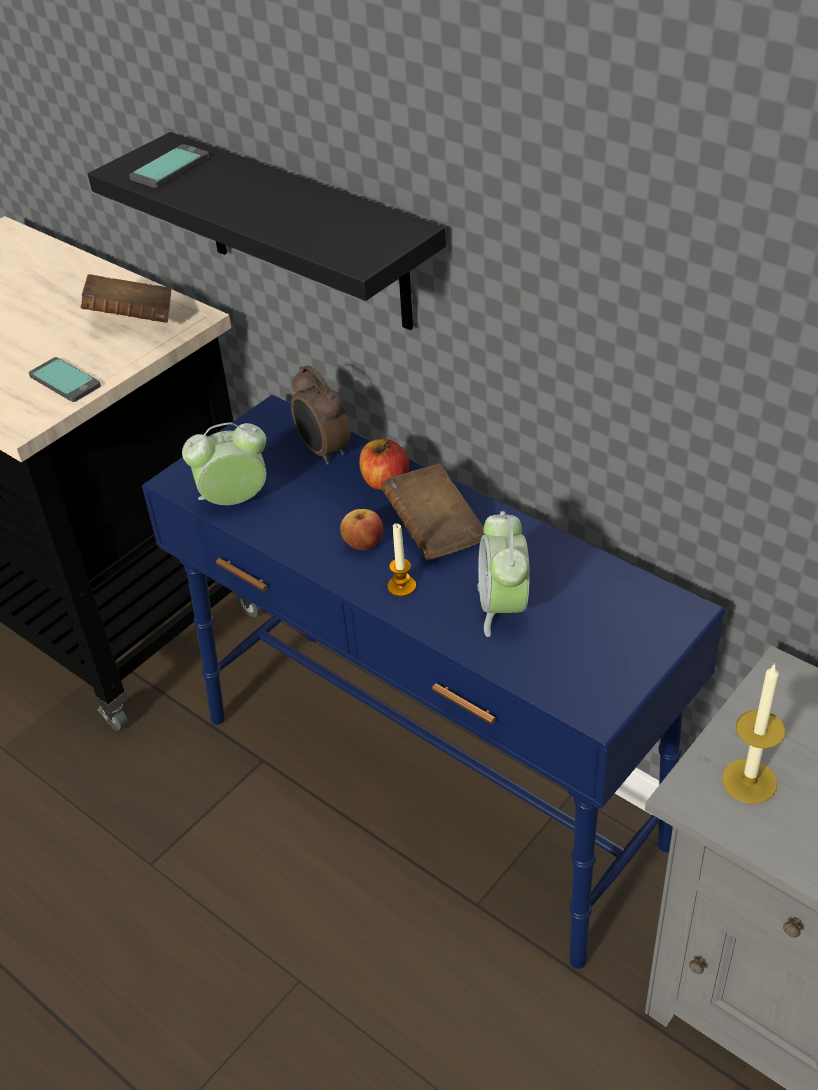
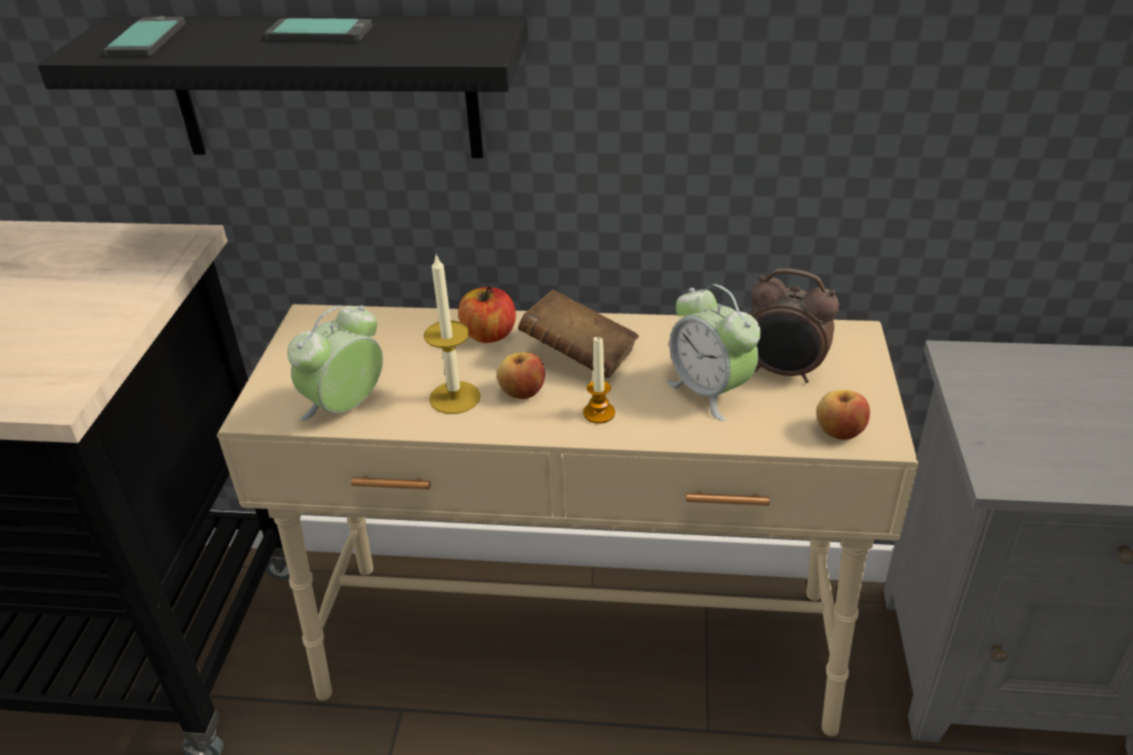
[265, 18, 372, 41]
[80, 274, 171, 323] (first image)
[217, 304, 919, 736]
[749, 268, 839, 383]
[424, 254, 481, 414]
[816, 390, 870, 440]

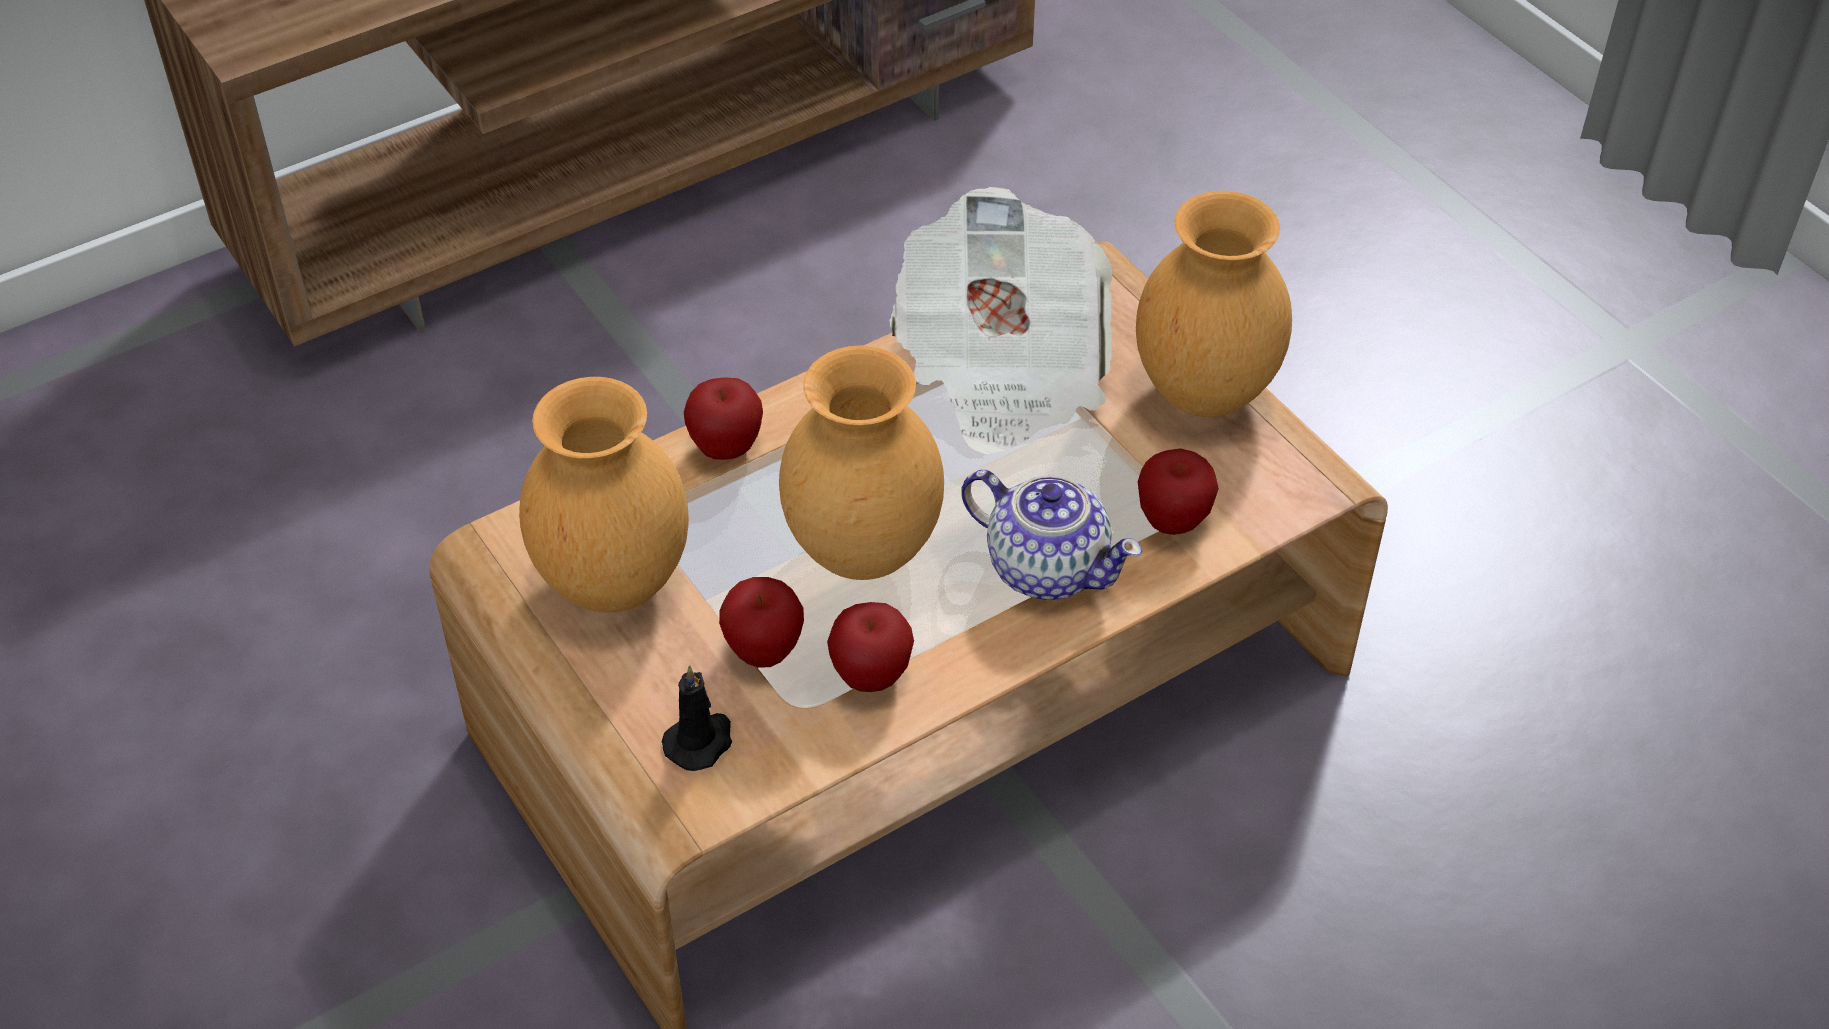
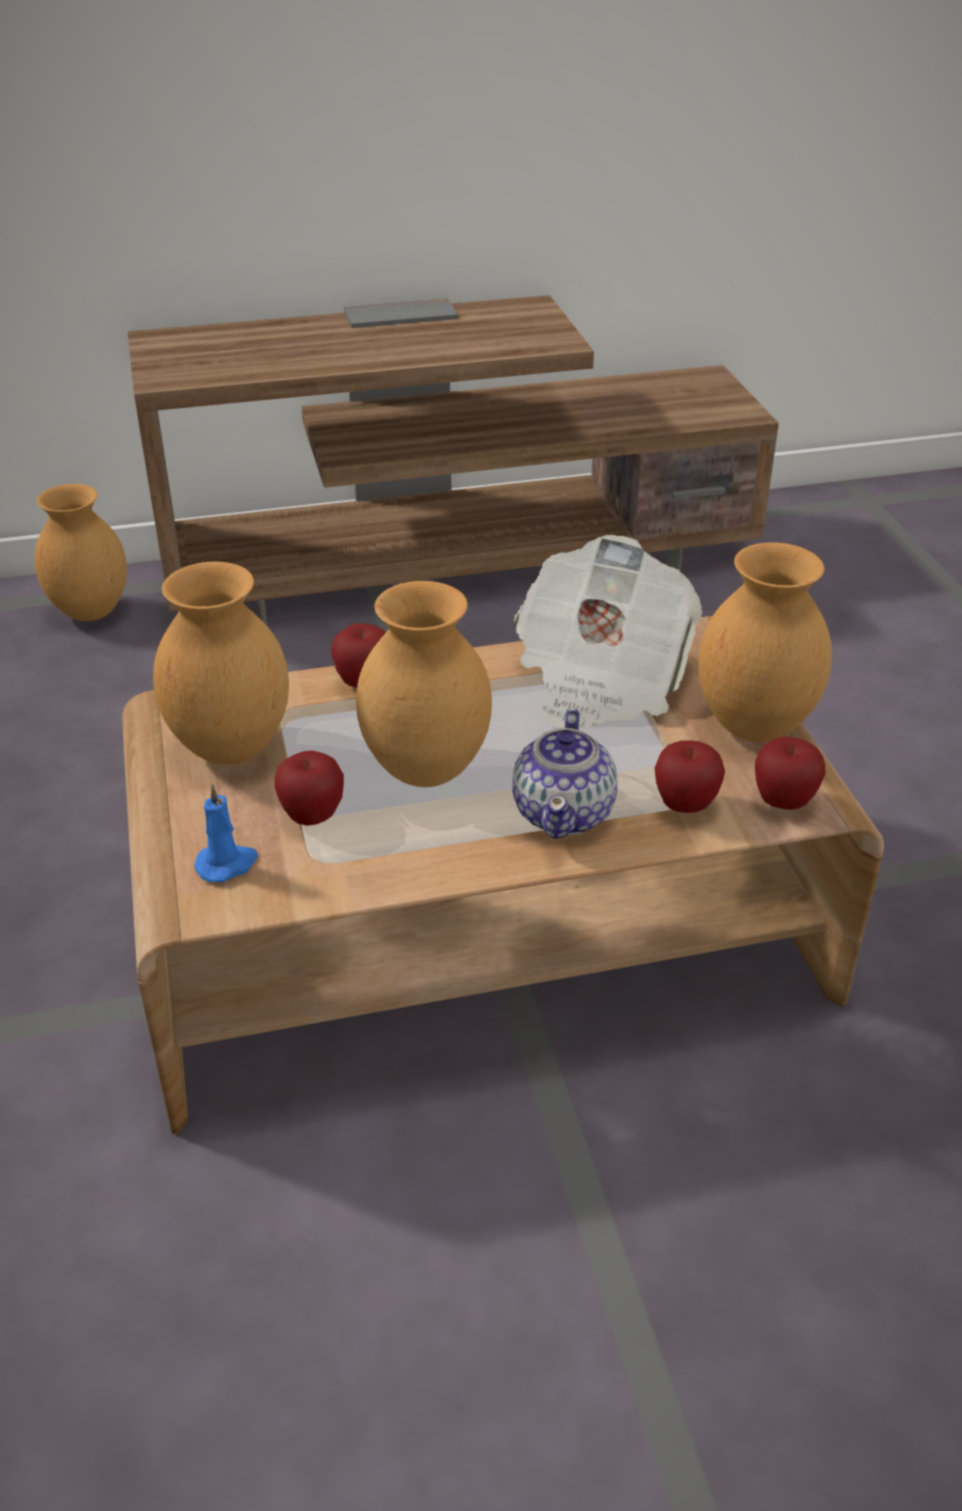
[194, 784, 258, 882]
[755, 737, 825, 810]
[513, 709, 618, 839]
[35, 484, 127, 621]

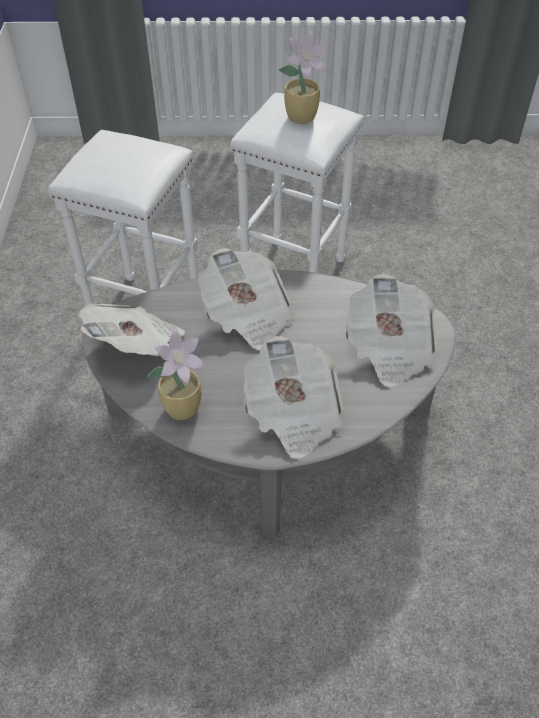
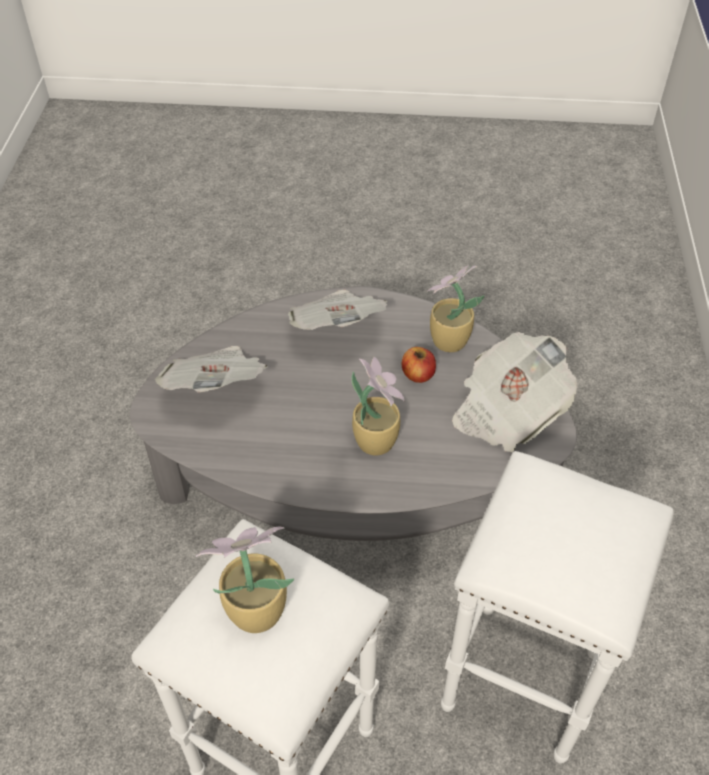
[351, 356, 405, 455]
[401, 347, 436, 383]

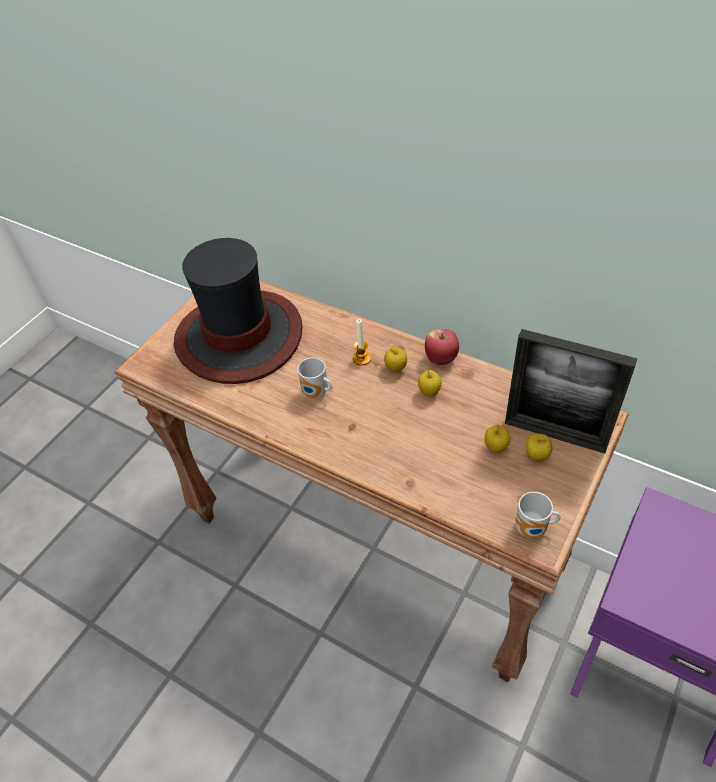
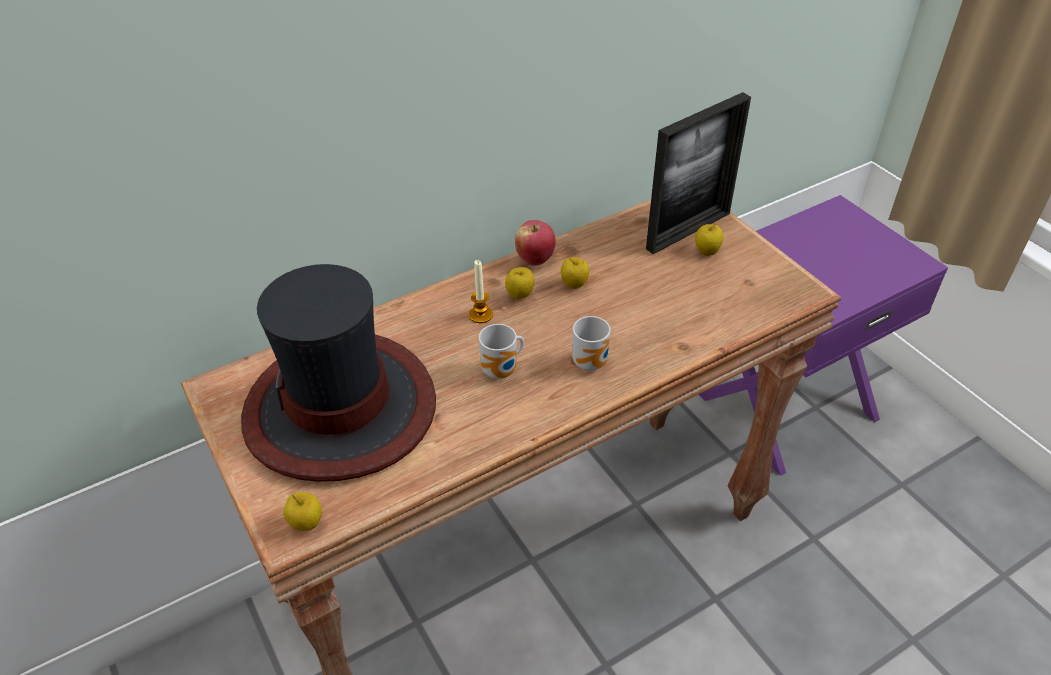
[283, 492, 322, 531]
[572, 316, 610, 371]

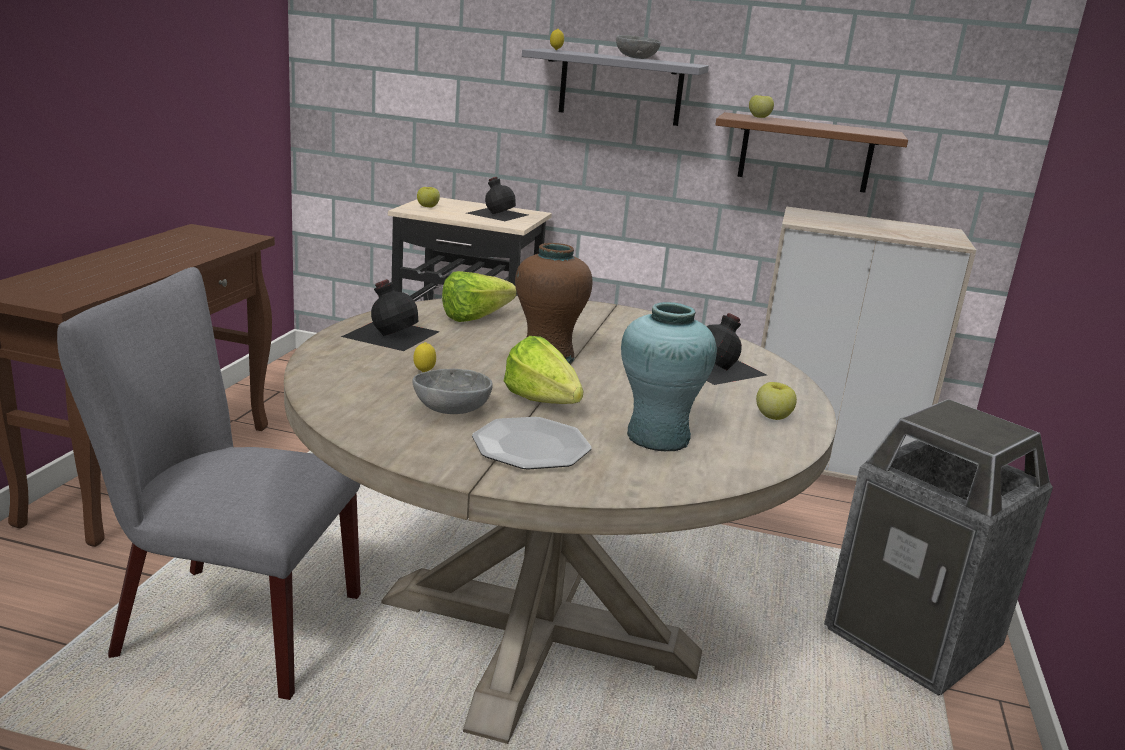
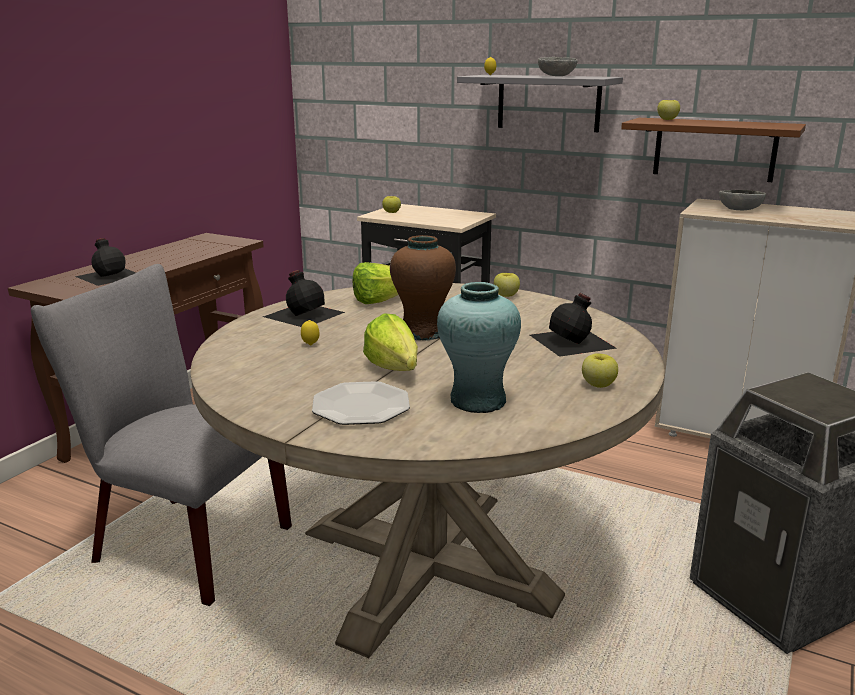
[719, 190, 766, 210]
[75, 238, 136, 286]
[494, 273, 520, 297]

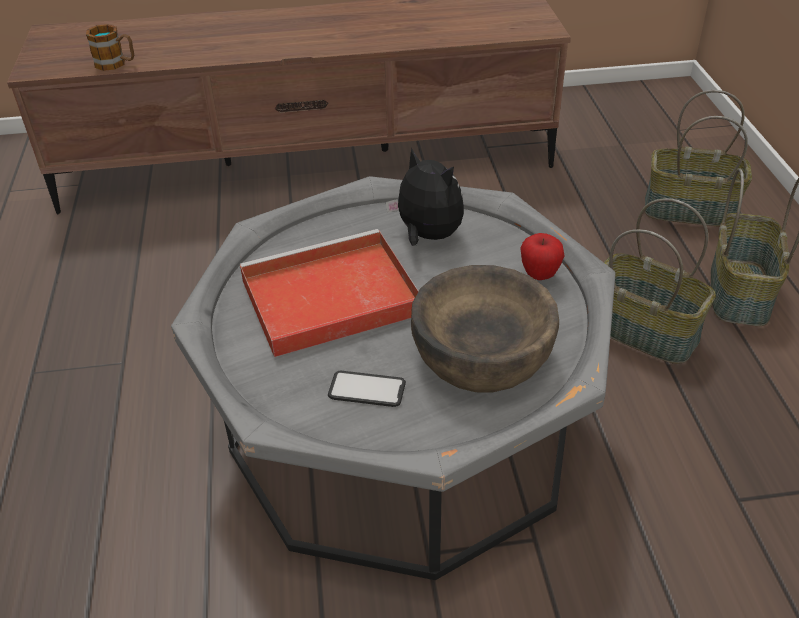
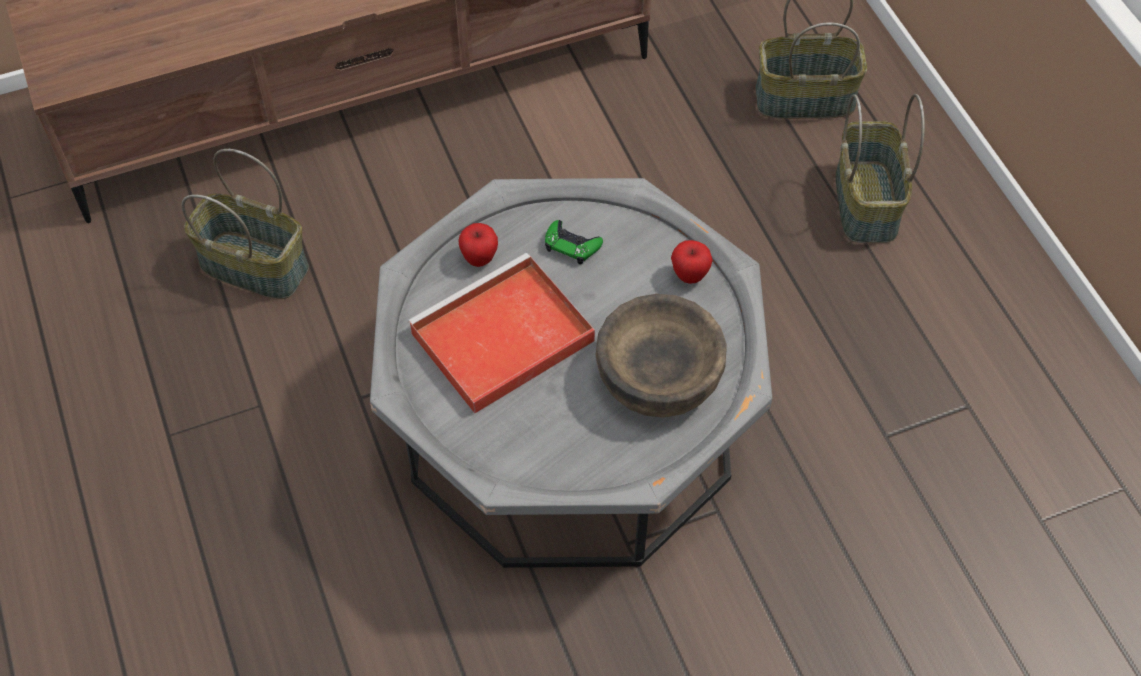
[86, 24, 134, 71] (first image)
[328, 371, 406, 407] (first image)
[545, 220, 603, 265]
[182, 149, 309, 299]
[458, 223, 498, 267]

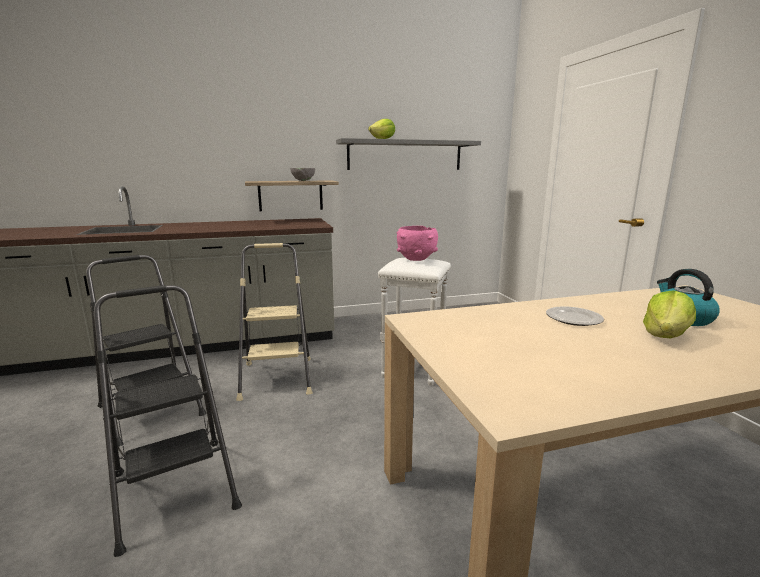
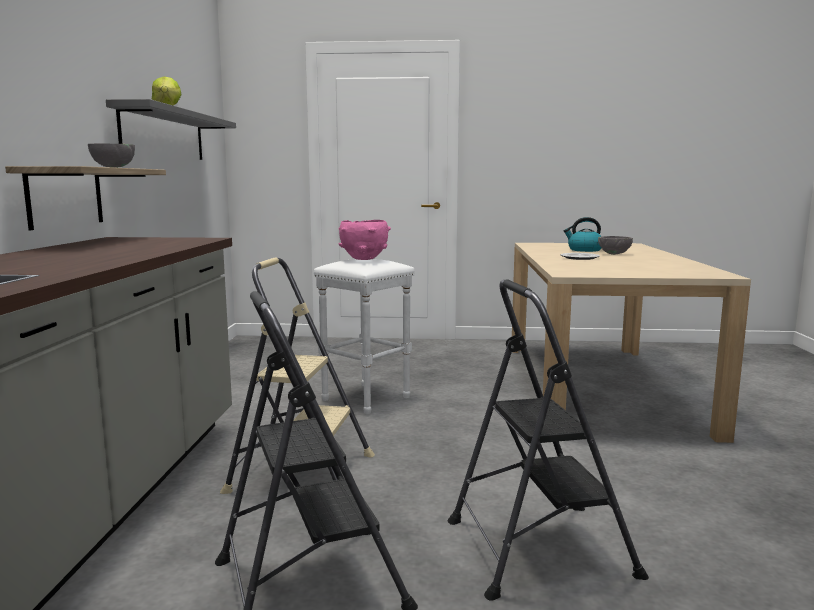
[598, 236, 633, 255]

